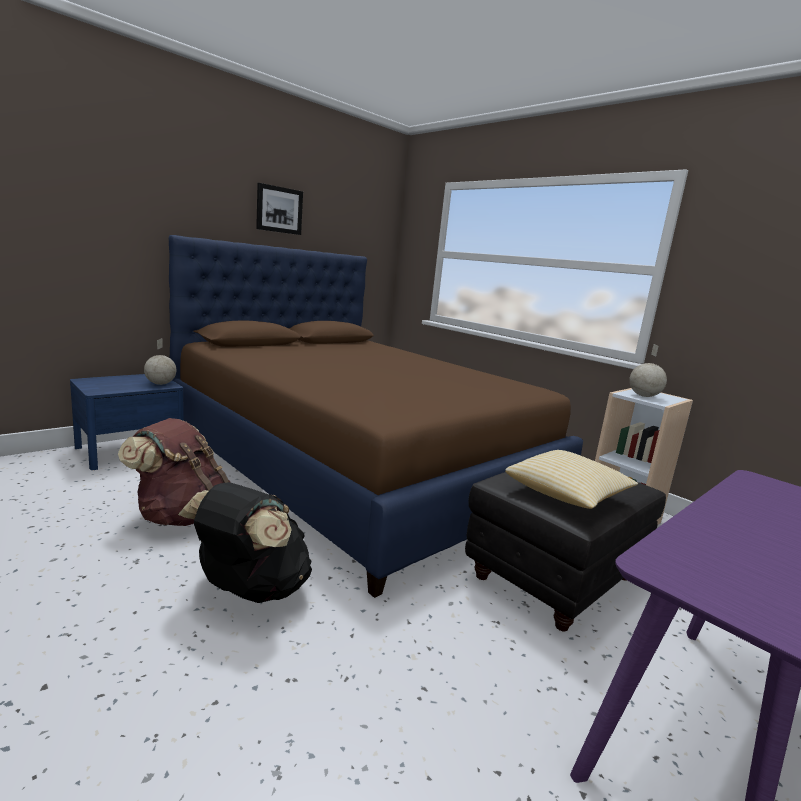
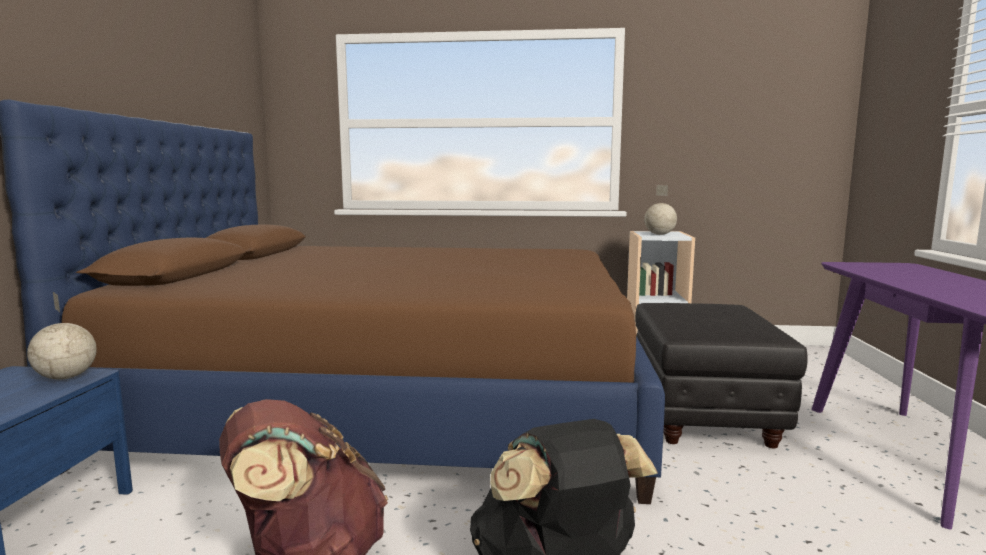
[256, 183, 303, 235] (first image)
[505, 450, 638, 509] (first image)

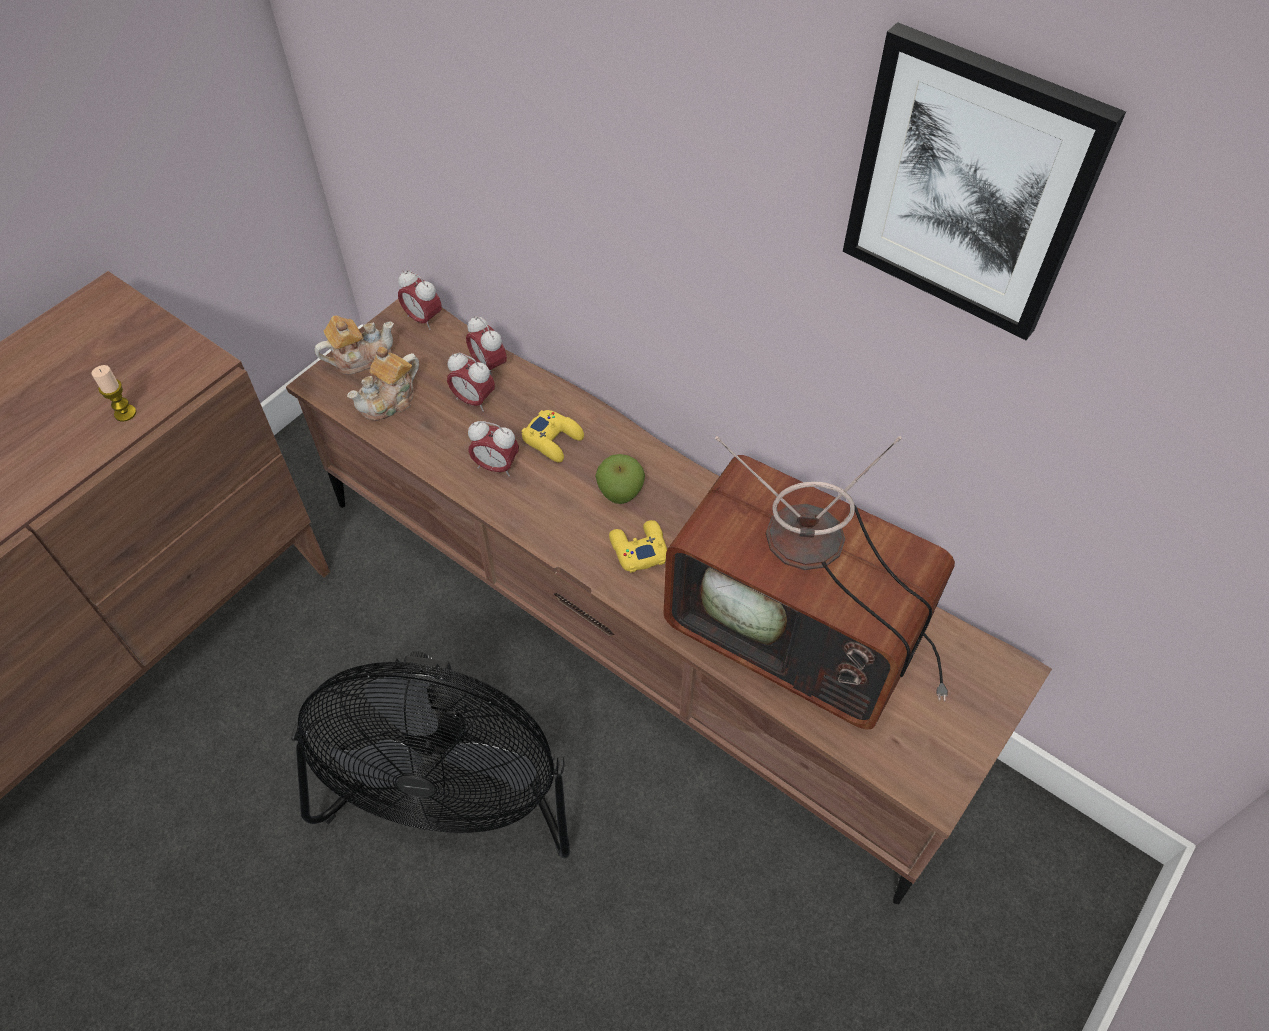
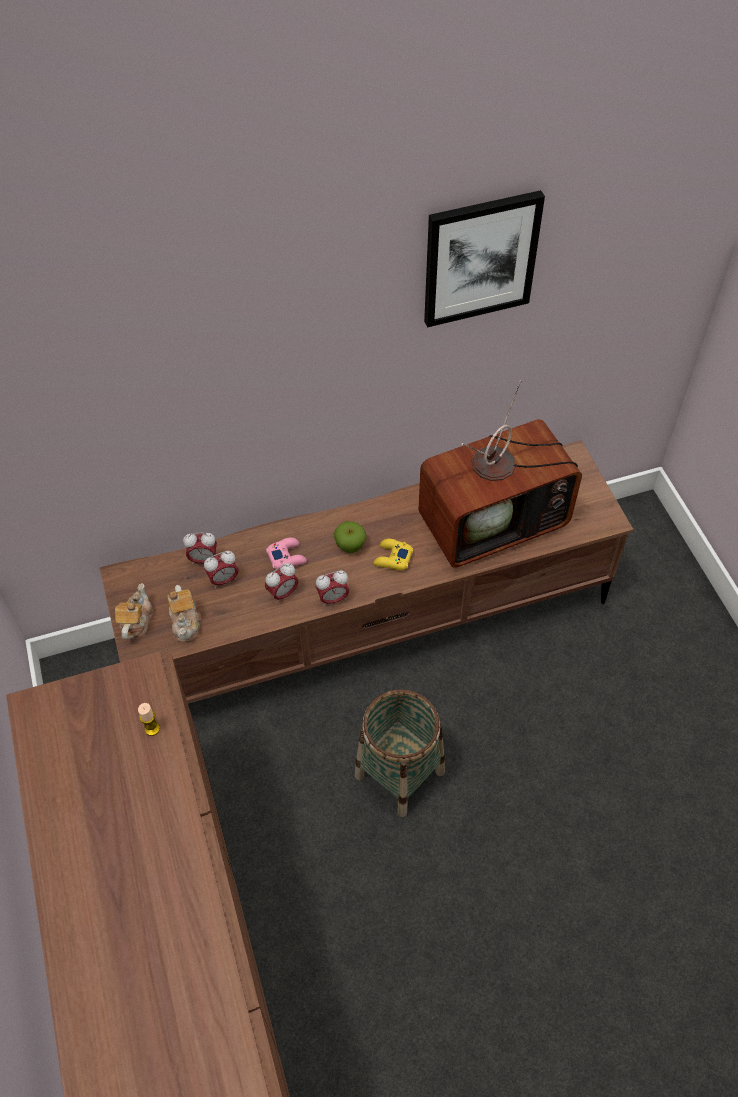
[355, 689, 445, 817]
[316, 570, 350, 606]
[266, 537, 307, 569]

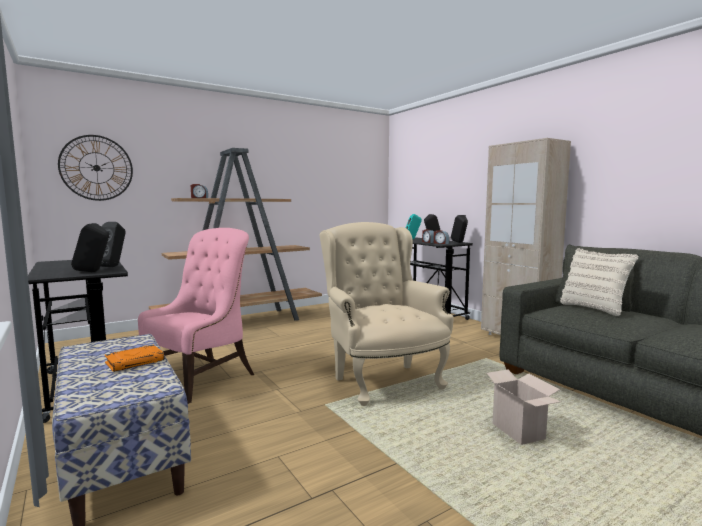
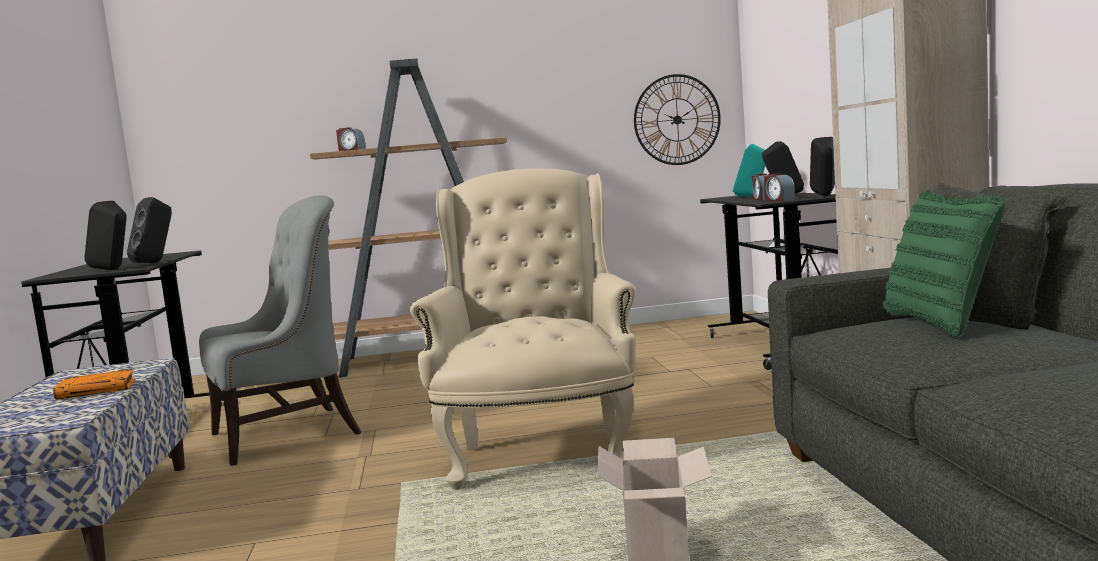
[634, 74, 721, 165]
[199, 195, 361, 466]
[883, 190, 1005, 337]

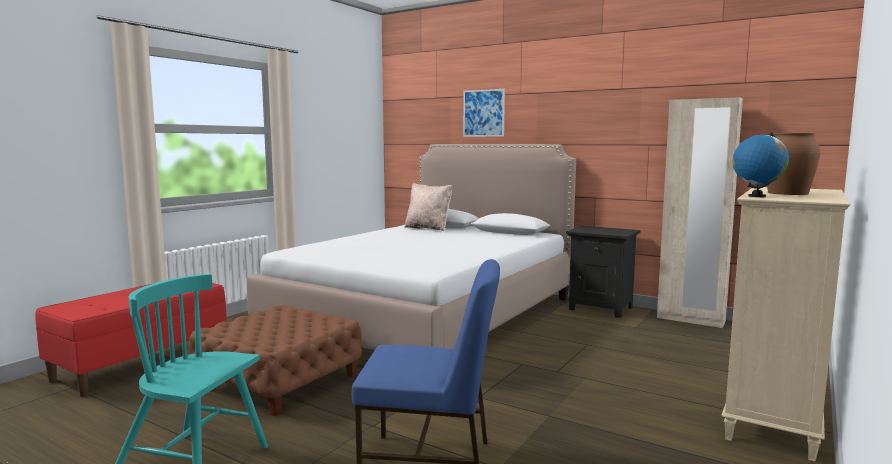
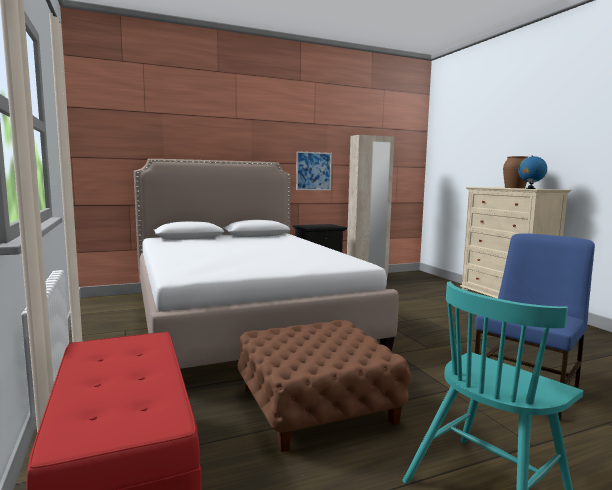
[404, 183, 452, 231] (first image)
[296, 151, 332, 190]

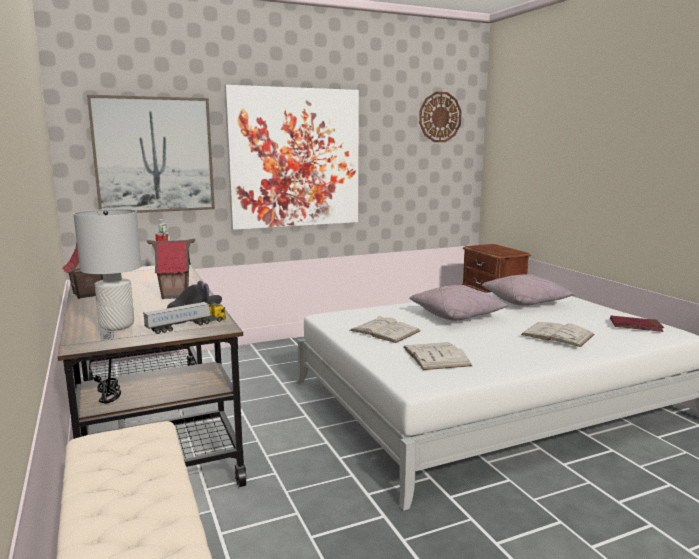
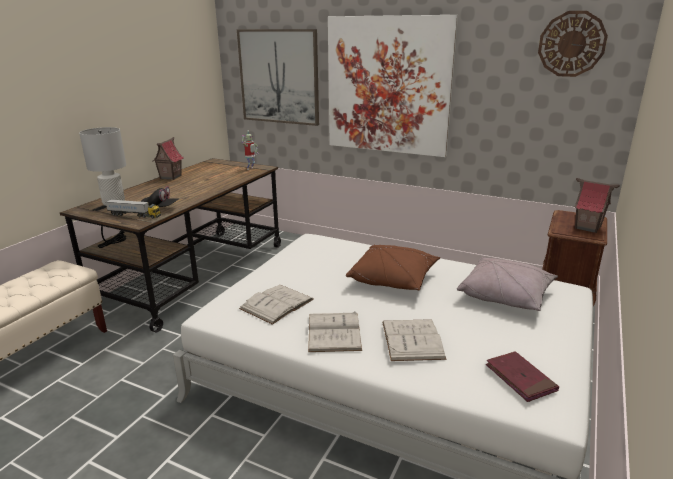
[574, 178, 620, 233]
[308, 311, 362, 352]
[346, 245, 440, 290]

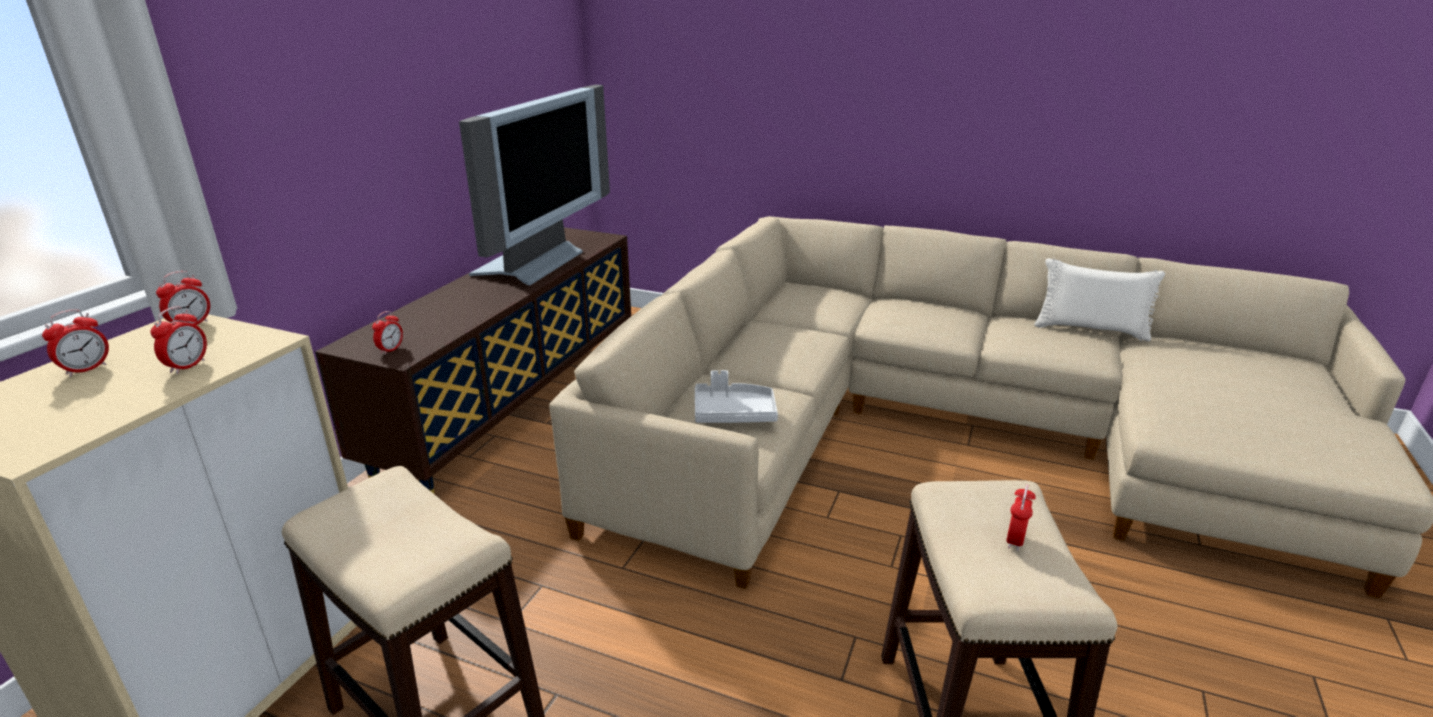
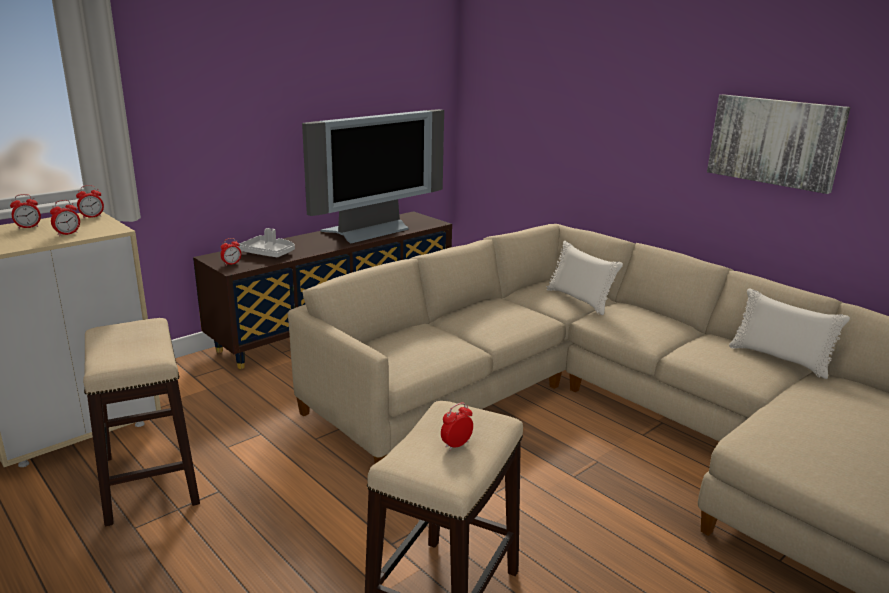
[237, 228, 295, 257]
[546, 241, 623, 315]
[707, 94, 850, 194]

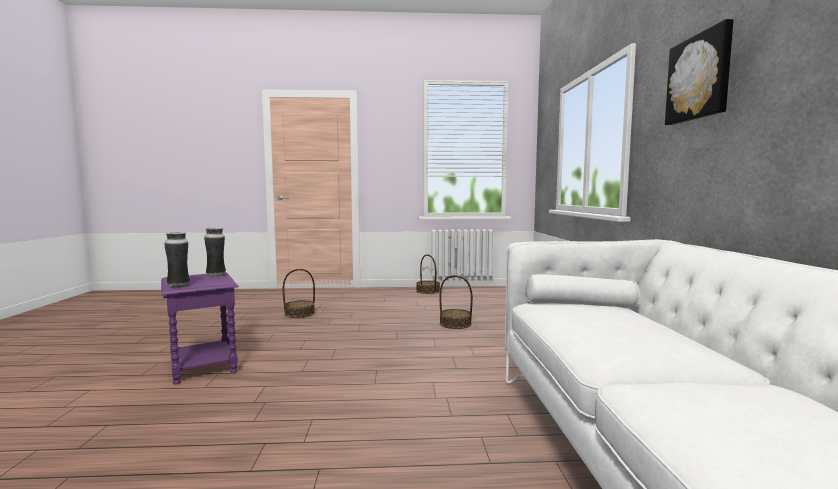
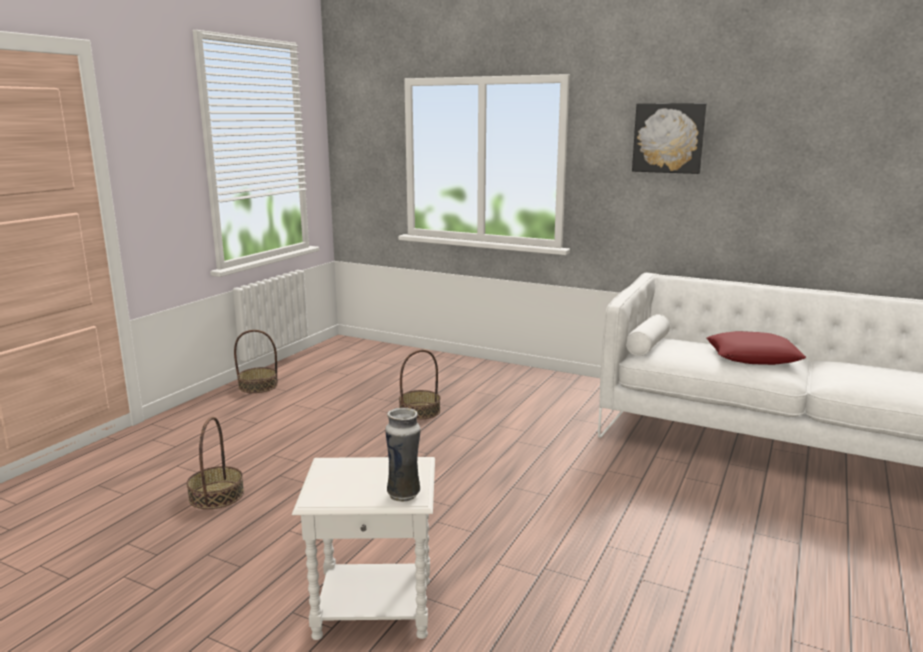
[292, 457, 435, 640]
[204, 227, 226, 277] (first image)
[706, 331, 806, 365]

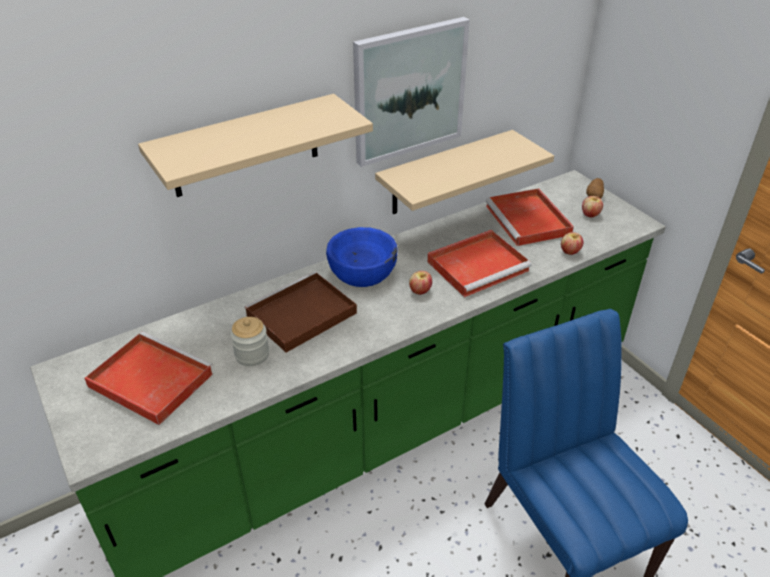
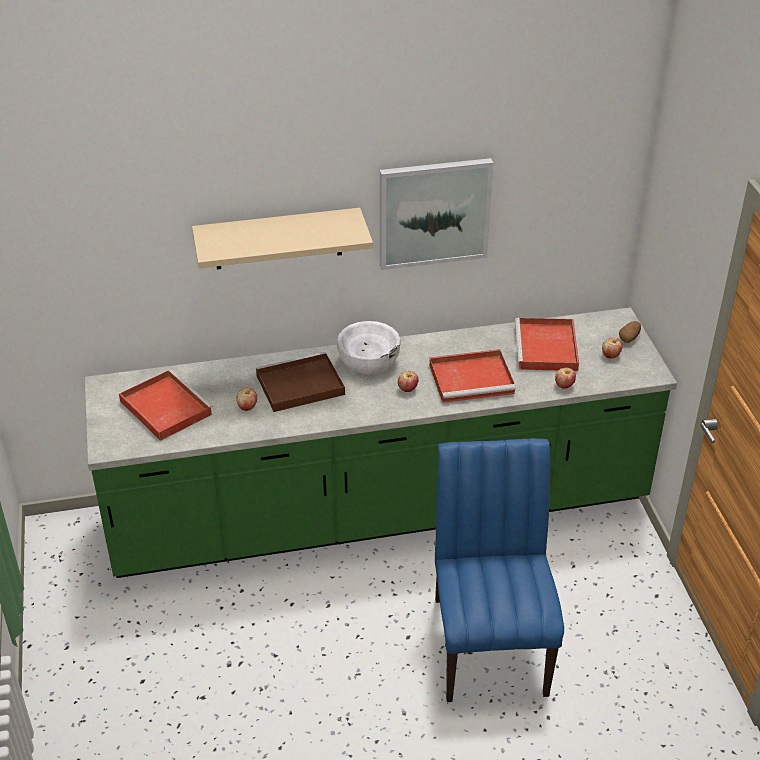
[236, 388, 257, 411]
[337, 321, 401, 375]
[375, 130, 554, 214] (first image)

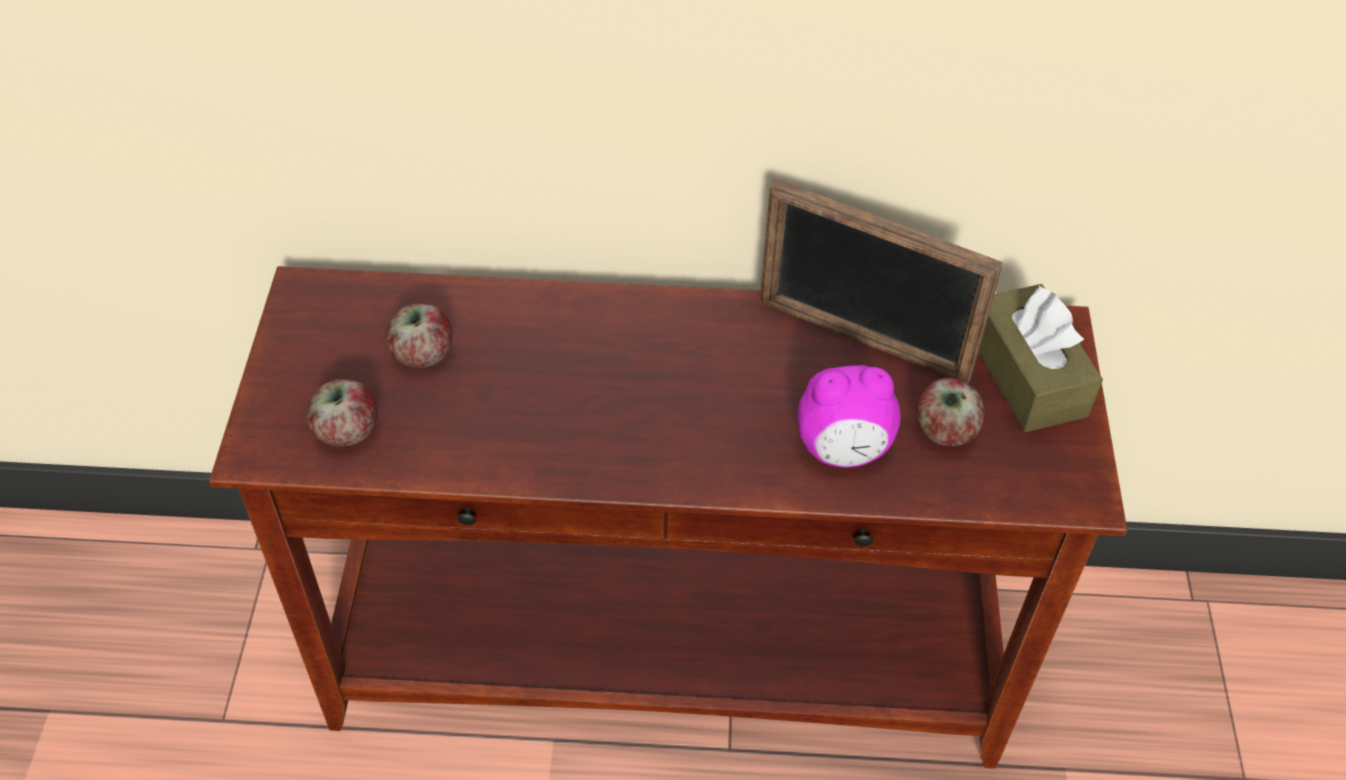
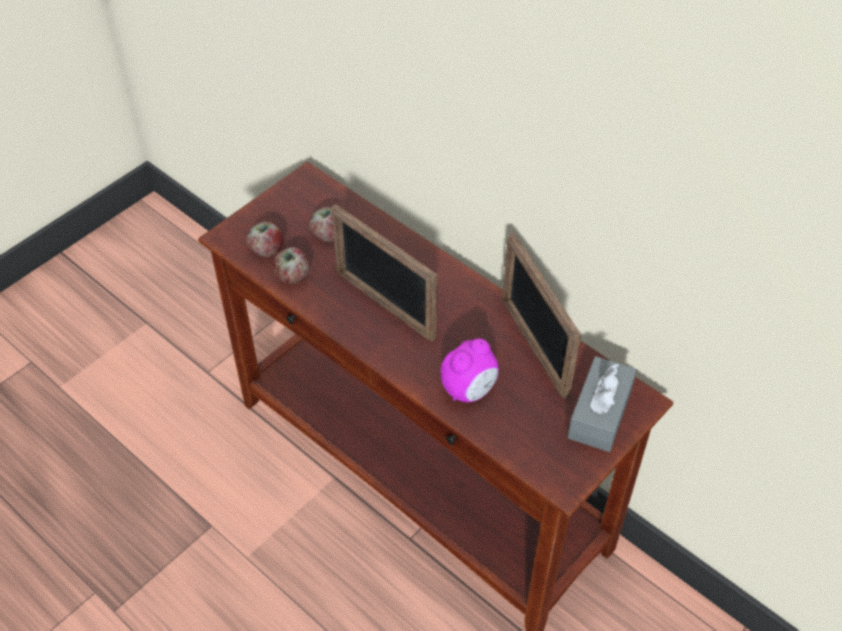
[441, 338, 499, 402]
[274, 247, 310, 284]
[567, 356, 637, 452]
[332, 204, 437, 341]

